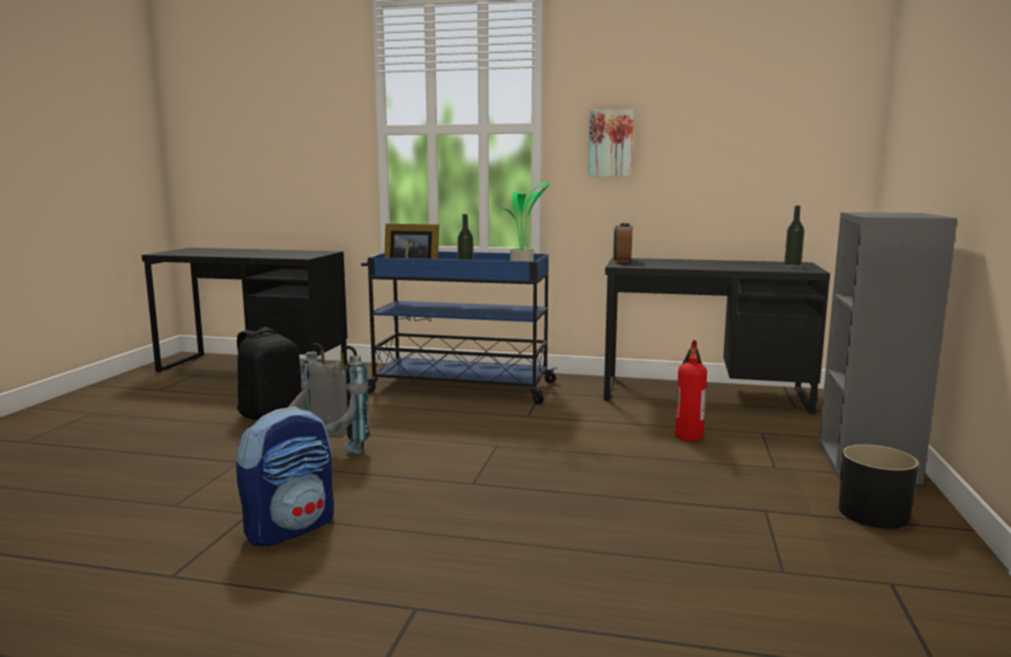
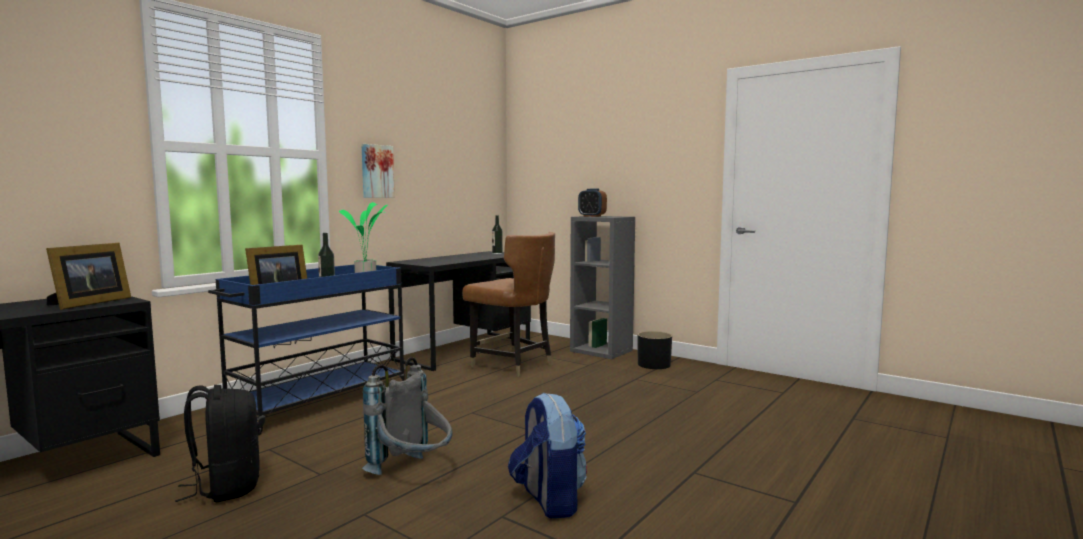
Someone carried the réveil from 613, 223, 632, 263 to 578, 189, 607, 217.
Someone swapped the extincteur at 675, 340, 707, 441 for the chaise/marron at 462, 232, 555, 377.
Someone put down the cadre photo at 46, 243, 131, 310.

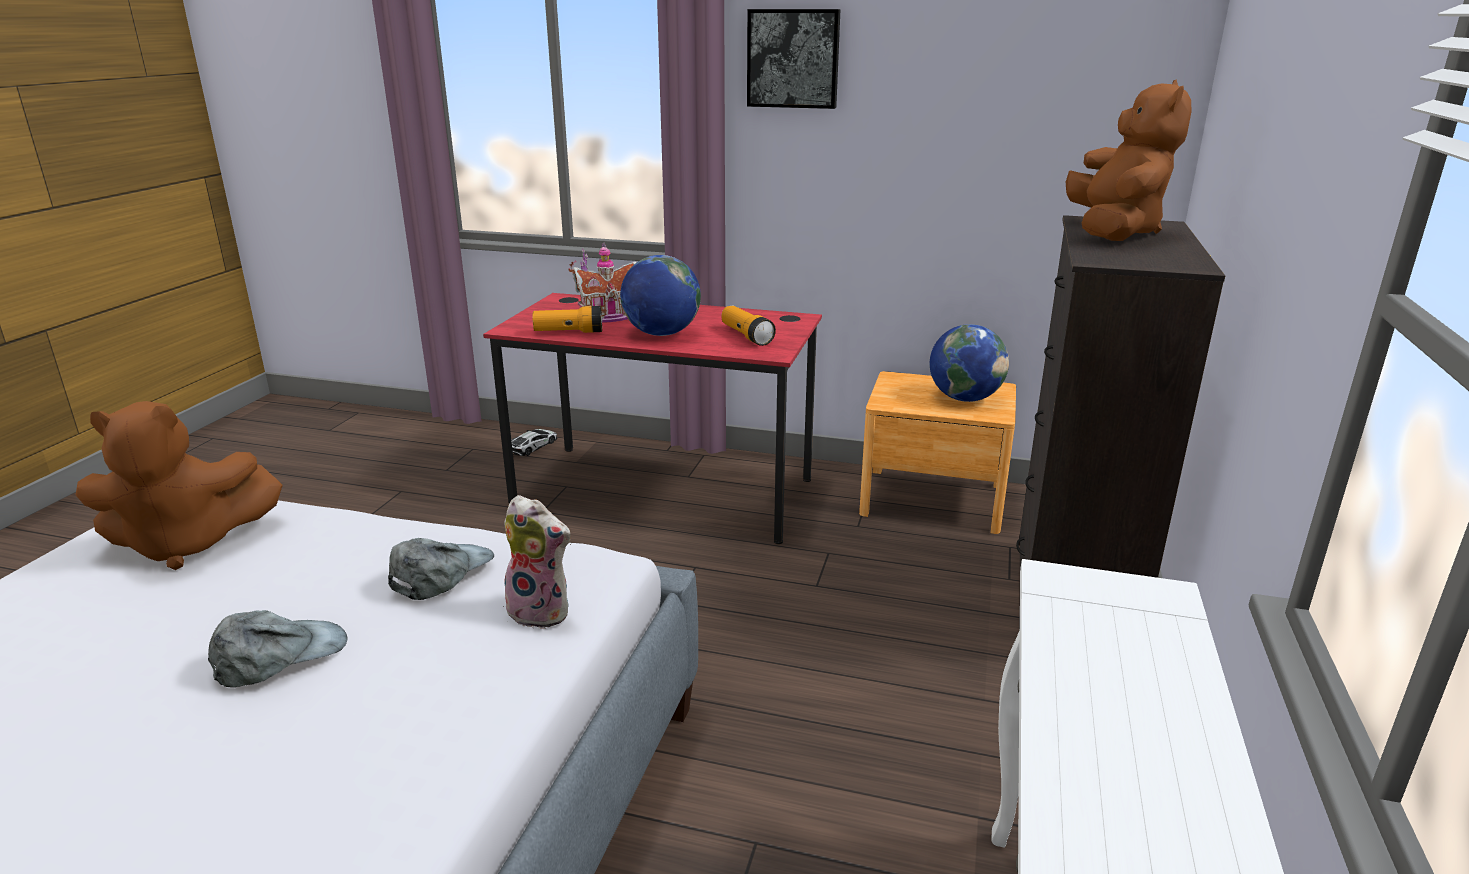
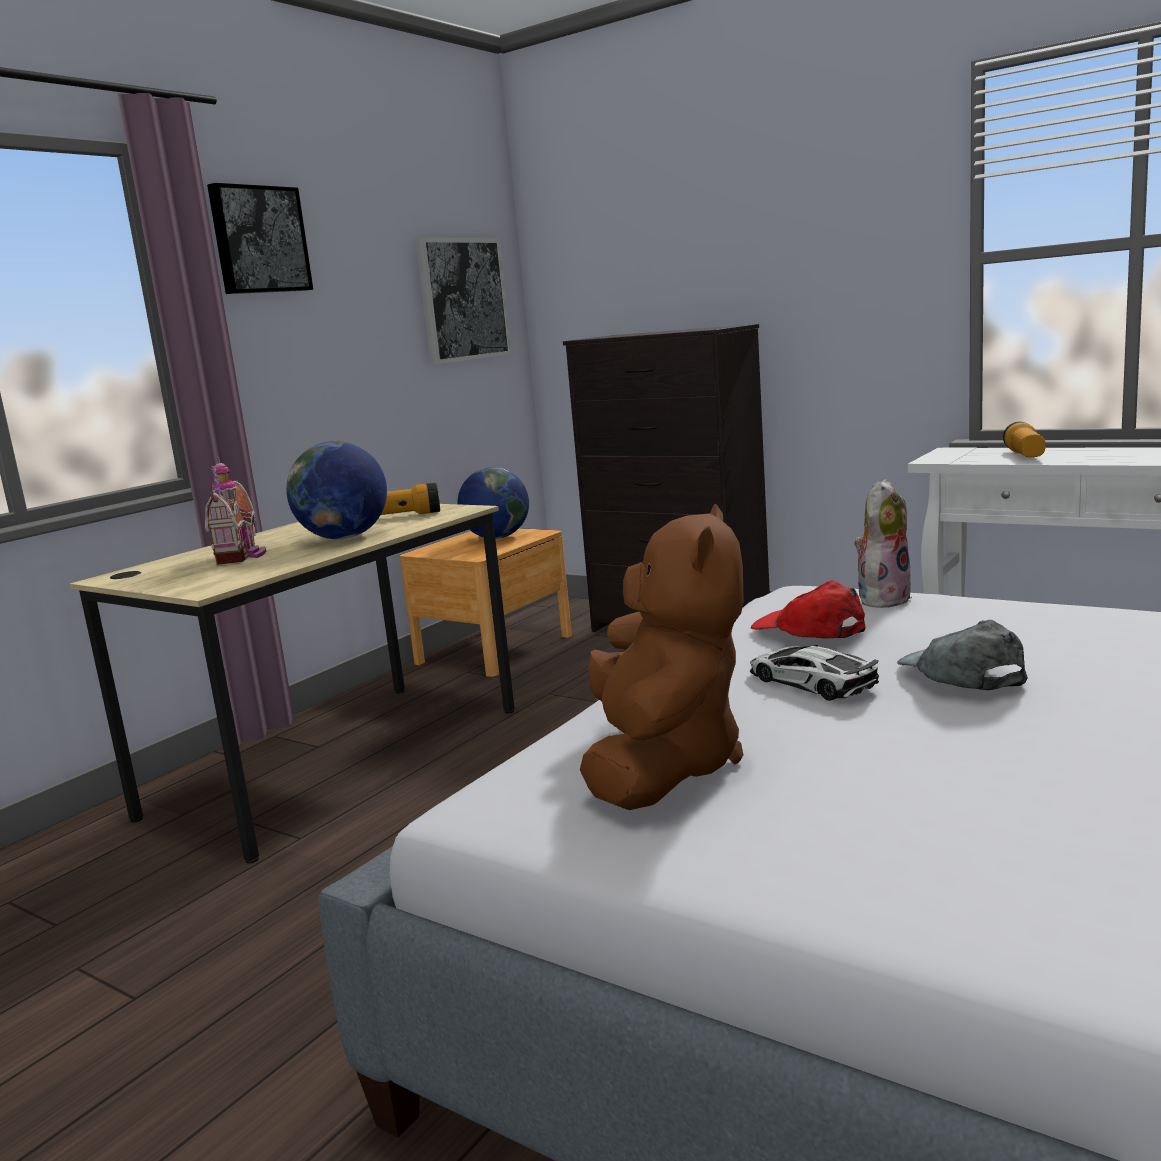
Someone took away the peluche/marron at 1066, 79, 1192, 241.
Someone repainted the bureau/rouge at 483, 293, 822, 544, which became the bureau/beige at 69, 504, 515, 864.
Someone carried the lampe de poche from 532, 306, 602, 333 to 1003, 422, 1046, 457.
Someone carried the petite voiture from 511, 429, 557, 456 to 750, 645, 879, 701.
Someone repainted the casquette/gris at 388, 538, 494, 600, which became the casquette/rouge at 751, 580, 866, 639.
Someone put up the tableau at 415, 237, 512, 364.

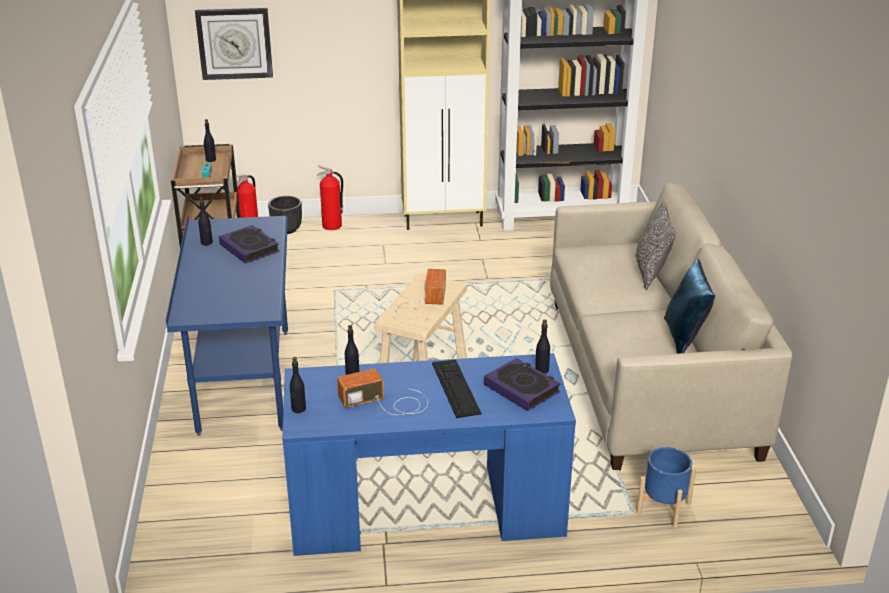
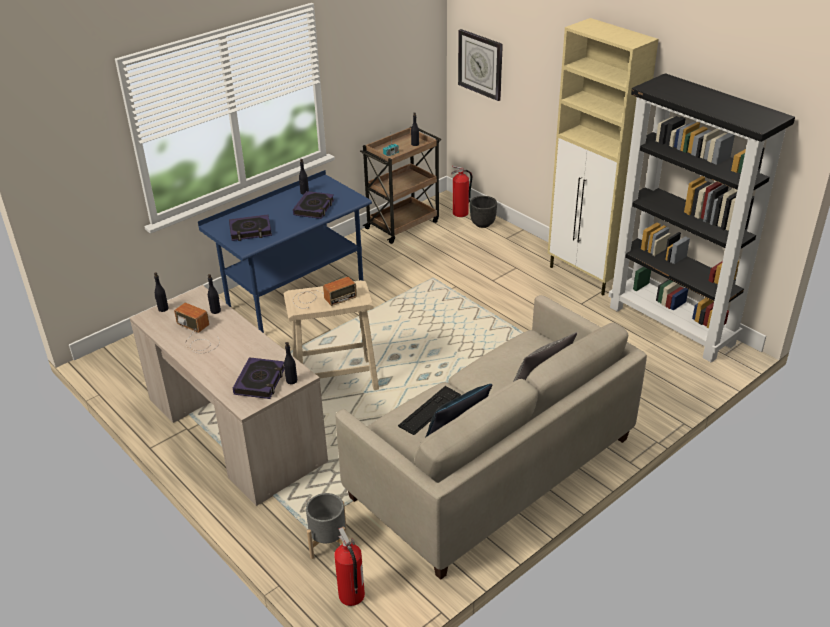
Someone carried the extincteur from 317, 165, 343, 230 to 334, 527, 365, 606.
Someone repainted the bureau/bleu at 282, 353, 576, 556, which became the bureau/beige at 130, 285, 328, 506.
Someone carried the clavier from 432, 360, 482, 418 to 398, 386, 461, 435.
Someone repainted the cache-pot/bleu at 636, 447, 696, 528, which became the cache-pot/gris at 306, 493, 347, 559.
Someone put down the livre at 229, 214, 272, 241.

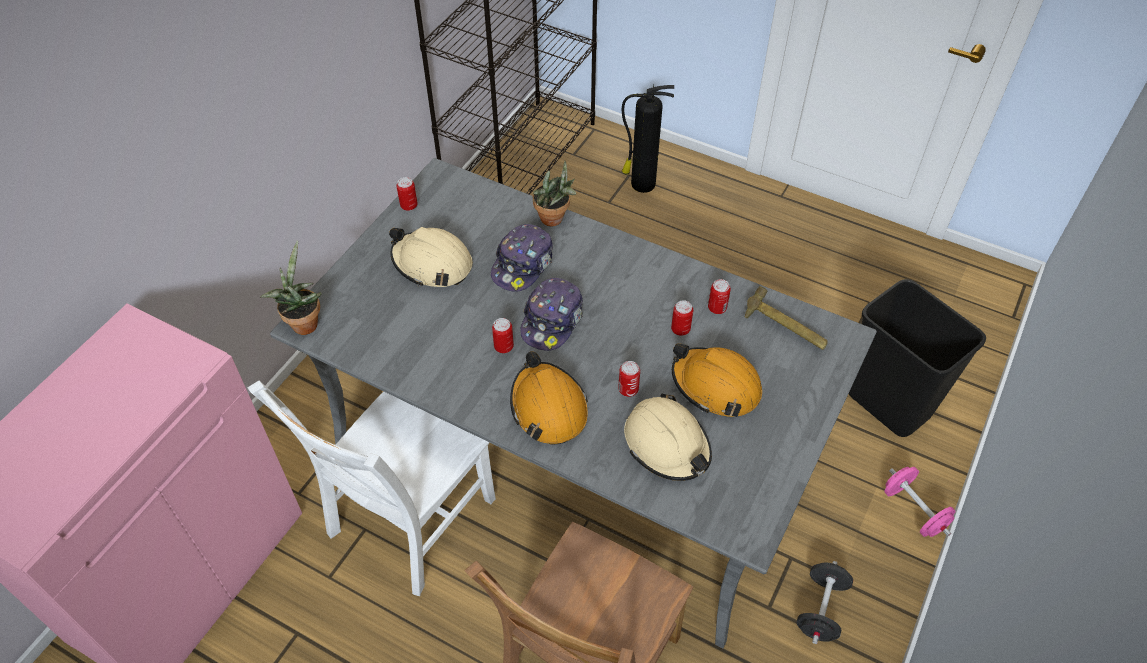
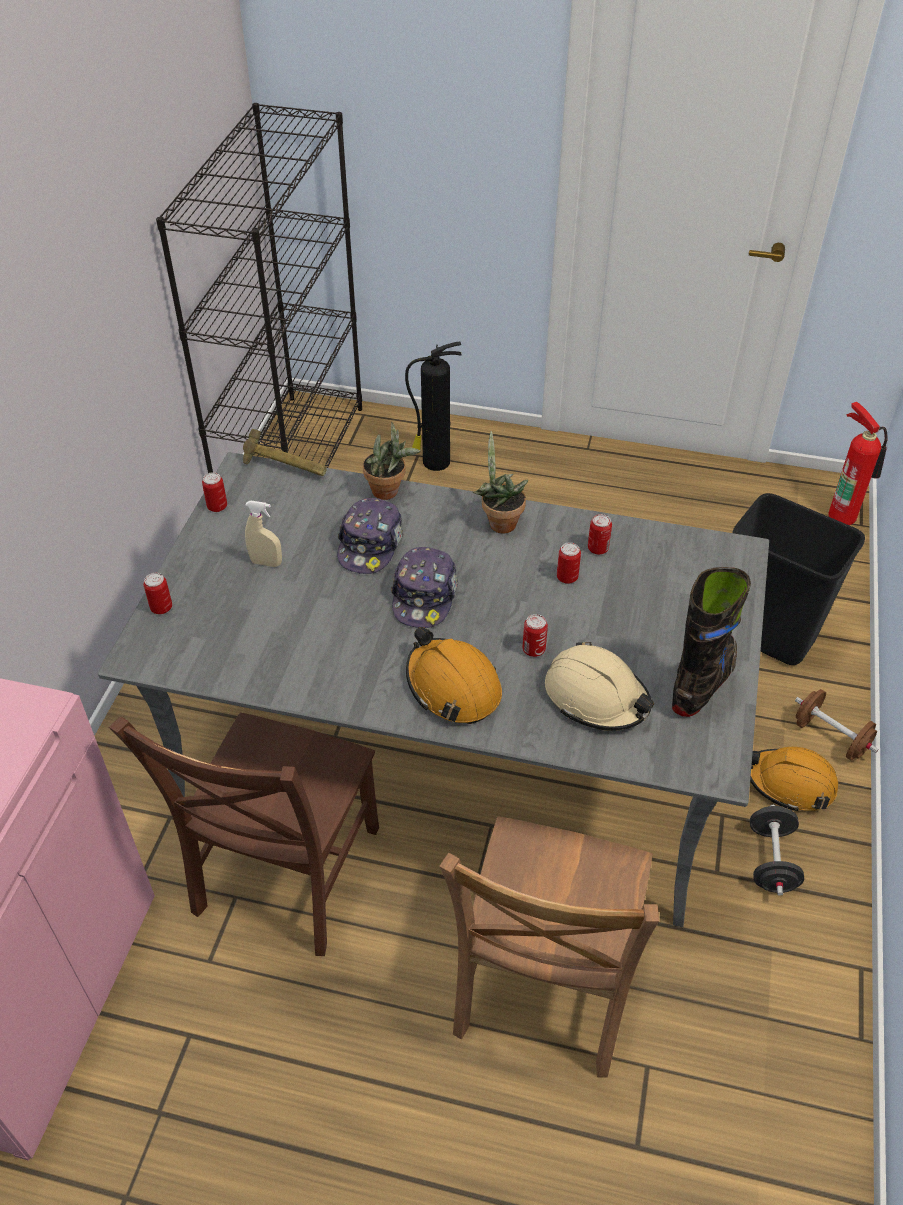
Someone swapped the casque de chantier/beige at 389, 227, 472, 287 for the vaporisateur/beige at 245, 501, 282, 567.
Someone carried the plante en pot from 260, 240, 322, 335 to 473, 431, 528, 533.
Someone carried the marteau from 745, 286, 828, 350 to 243, 429, 326, 476.
Someone carried the boîte métallique from 492, 318, 514, 353 to 143, 573, 172, 614.
Someone carried the casque de chantier/orange from 672, 343, 762, 417 to 750, 747, 838, 811.
Someone repainted the chaise/blanc at 247, 381, 496, 596, which became the chaise/marron at 109, 713, 379, 956.
Someone repainted the haltère/rose at 884, 467, 955, 537, which became the haltère/marron at 795, 689, 879, 760.
Someone put down the extincteur at 828, 402, 888, 525.
Someone put down the botte/noir at 672, 567, 751, 717.

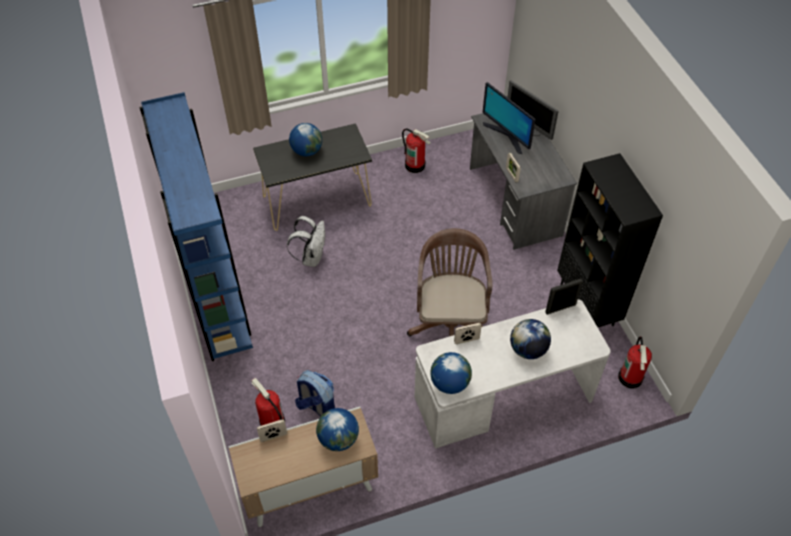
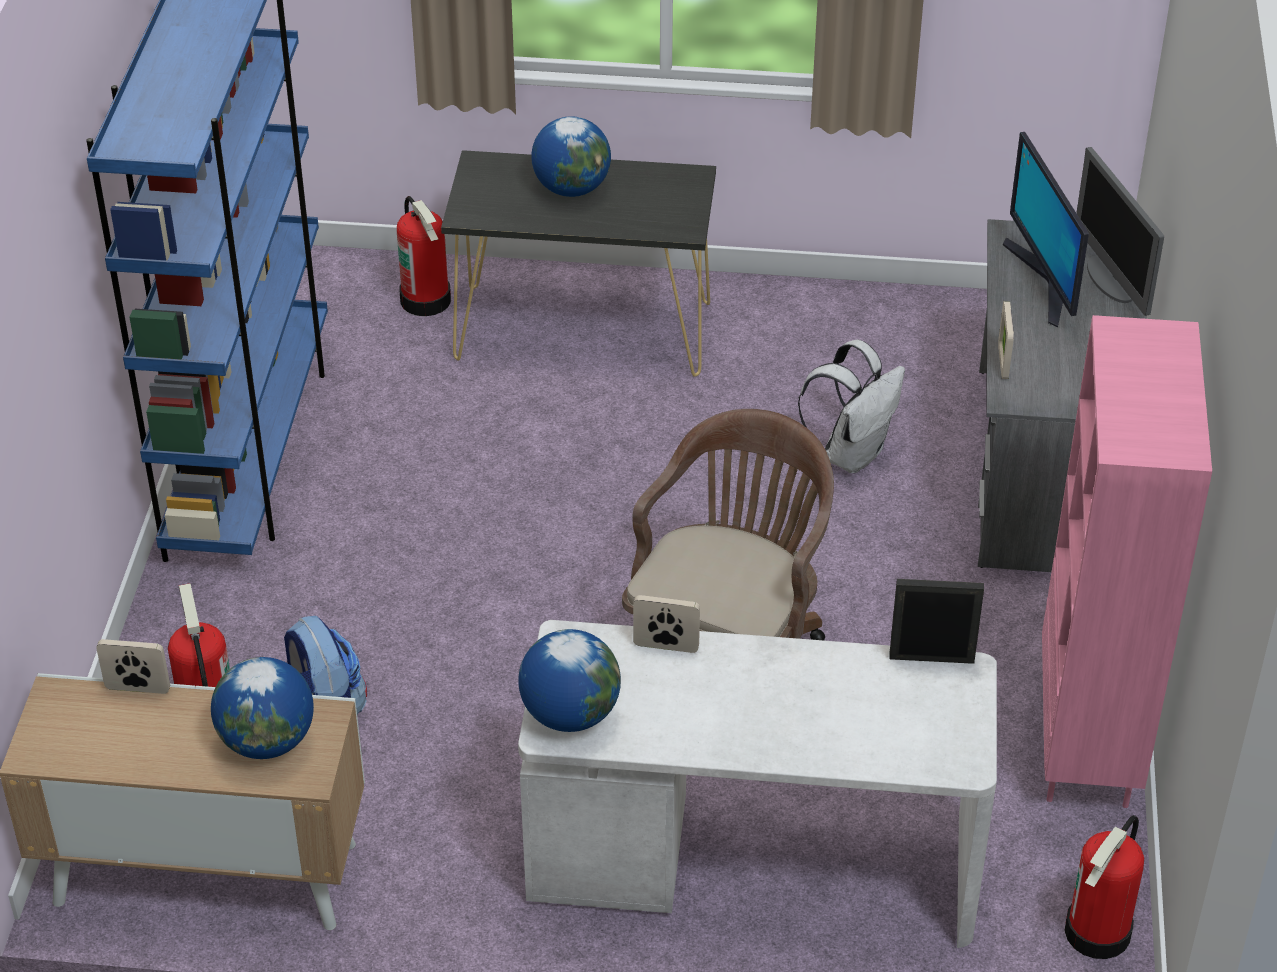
Someone carried the extincteur from 402, 128, 431, 173 to 397, 196, 451, 316.
Someone repainted the bibliothèque/noir at 557, 153, 663, 327, which became the bibliothèque/rose at 1042, 315, 1212, 808.
Someone carried the sac à dos/blanc from 287, 216, 325, 267 to 798, 340, 905, 473.
Someone took away the globe at 510, 319, 551, 359.

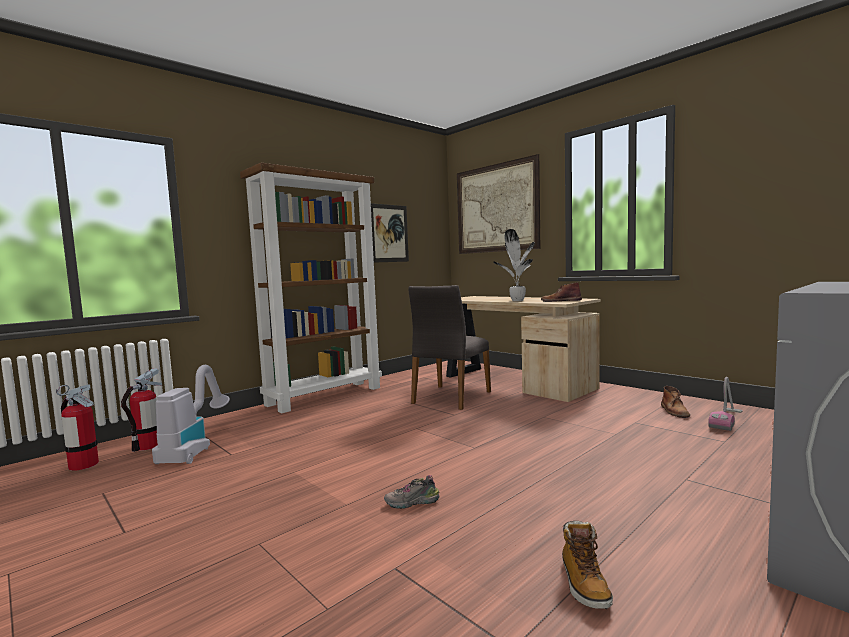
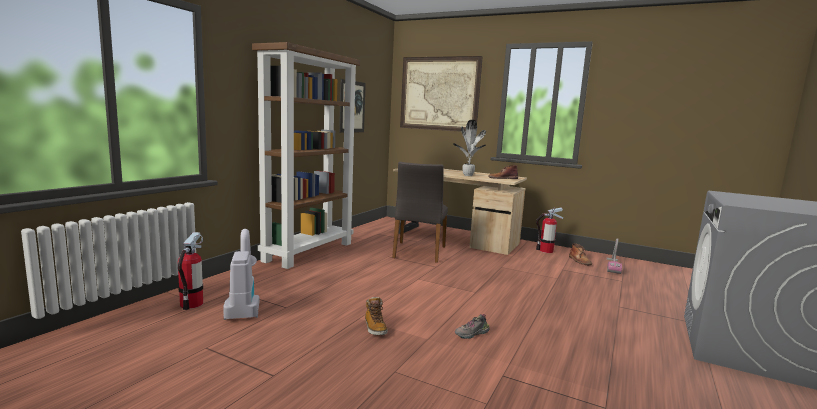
Someone carried the extincteur from 56, 385, 99, 471 to 536, 207, 563, 253.
Someone carried the botte from 562, 521, 613, 609 to 365, 297, 388, 335.

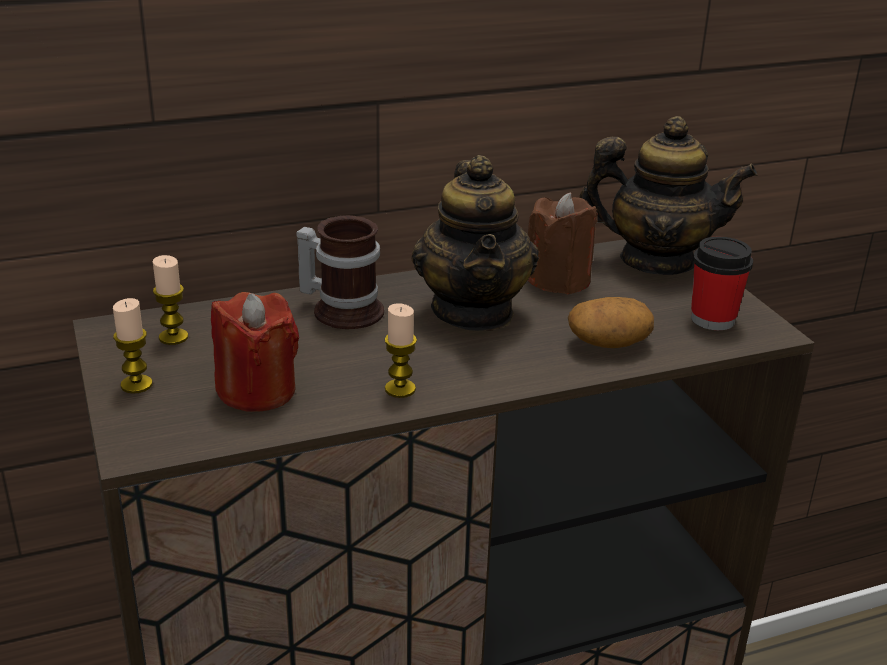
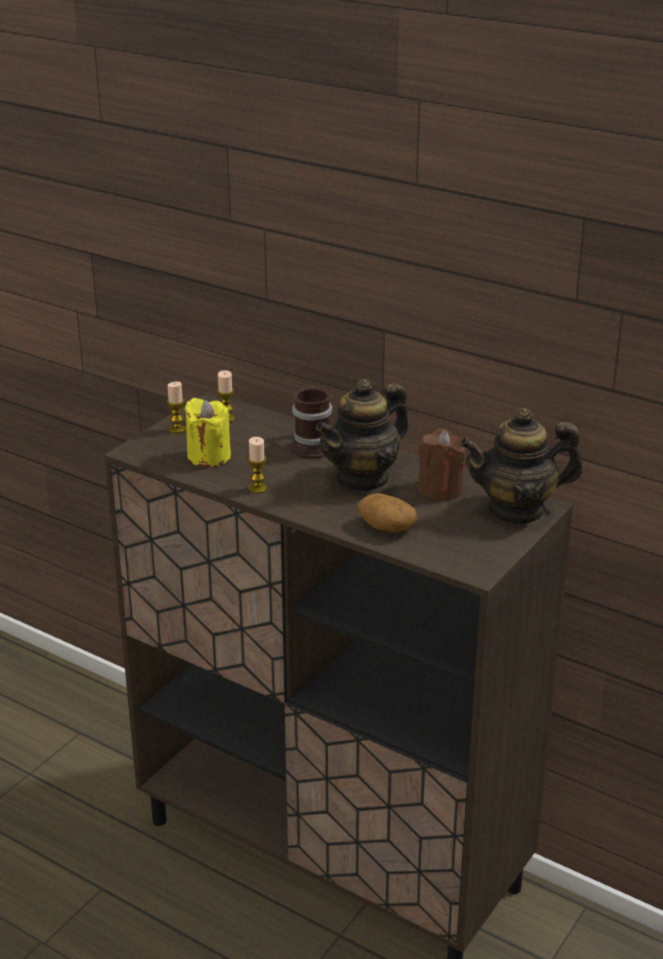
Someone rotated the théière at 579, 116, 758, 275 by 105 degrees clockwise.
Someone took away the tasse at 691, 237, 753, 330.
Someone repainted the bougie/rouge at 211, 292, 299, 412, which became the bougie/jaune at 185, 398, 231, 467.

